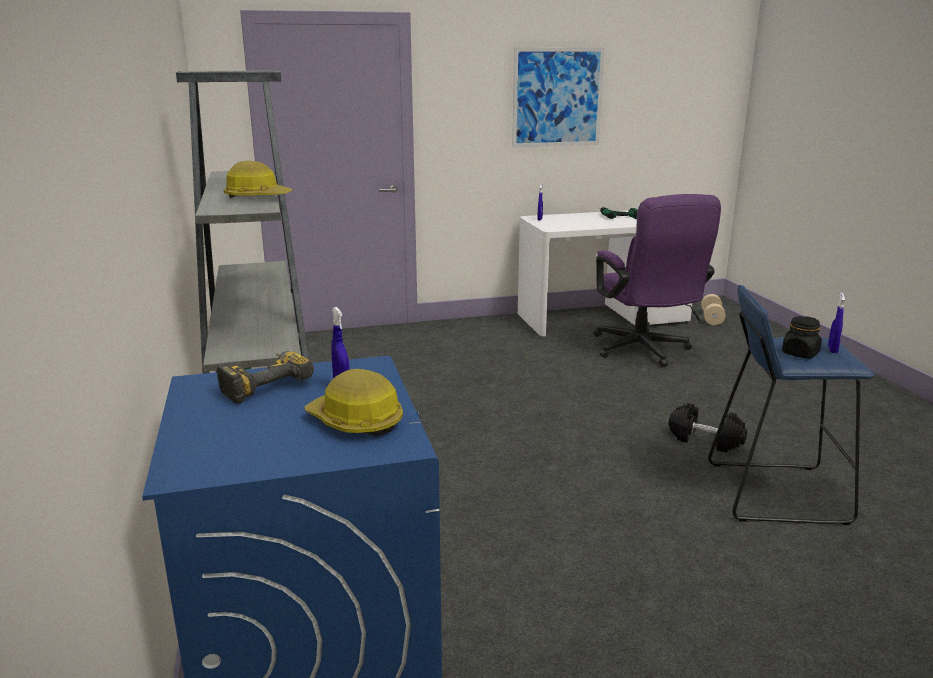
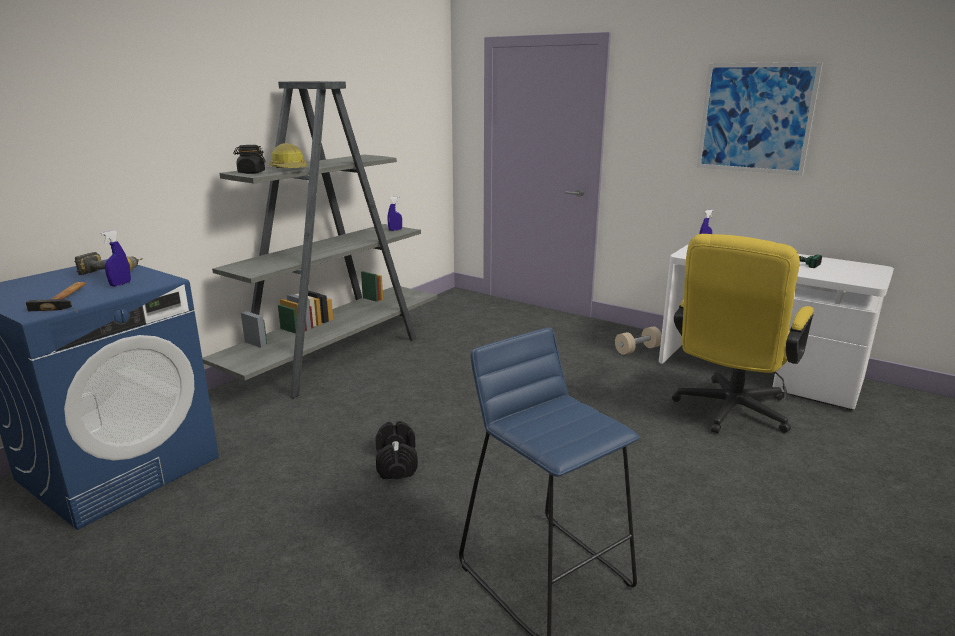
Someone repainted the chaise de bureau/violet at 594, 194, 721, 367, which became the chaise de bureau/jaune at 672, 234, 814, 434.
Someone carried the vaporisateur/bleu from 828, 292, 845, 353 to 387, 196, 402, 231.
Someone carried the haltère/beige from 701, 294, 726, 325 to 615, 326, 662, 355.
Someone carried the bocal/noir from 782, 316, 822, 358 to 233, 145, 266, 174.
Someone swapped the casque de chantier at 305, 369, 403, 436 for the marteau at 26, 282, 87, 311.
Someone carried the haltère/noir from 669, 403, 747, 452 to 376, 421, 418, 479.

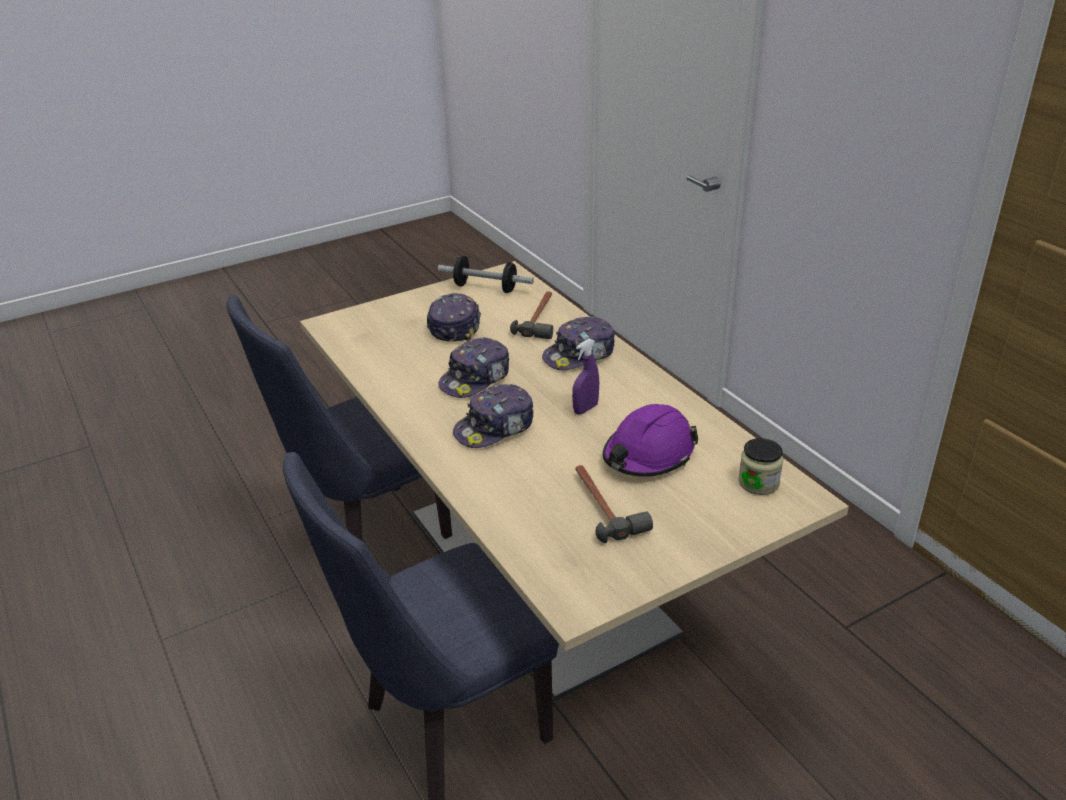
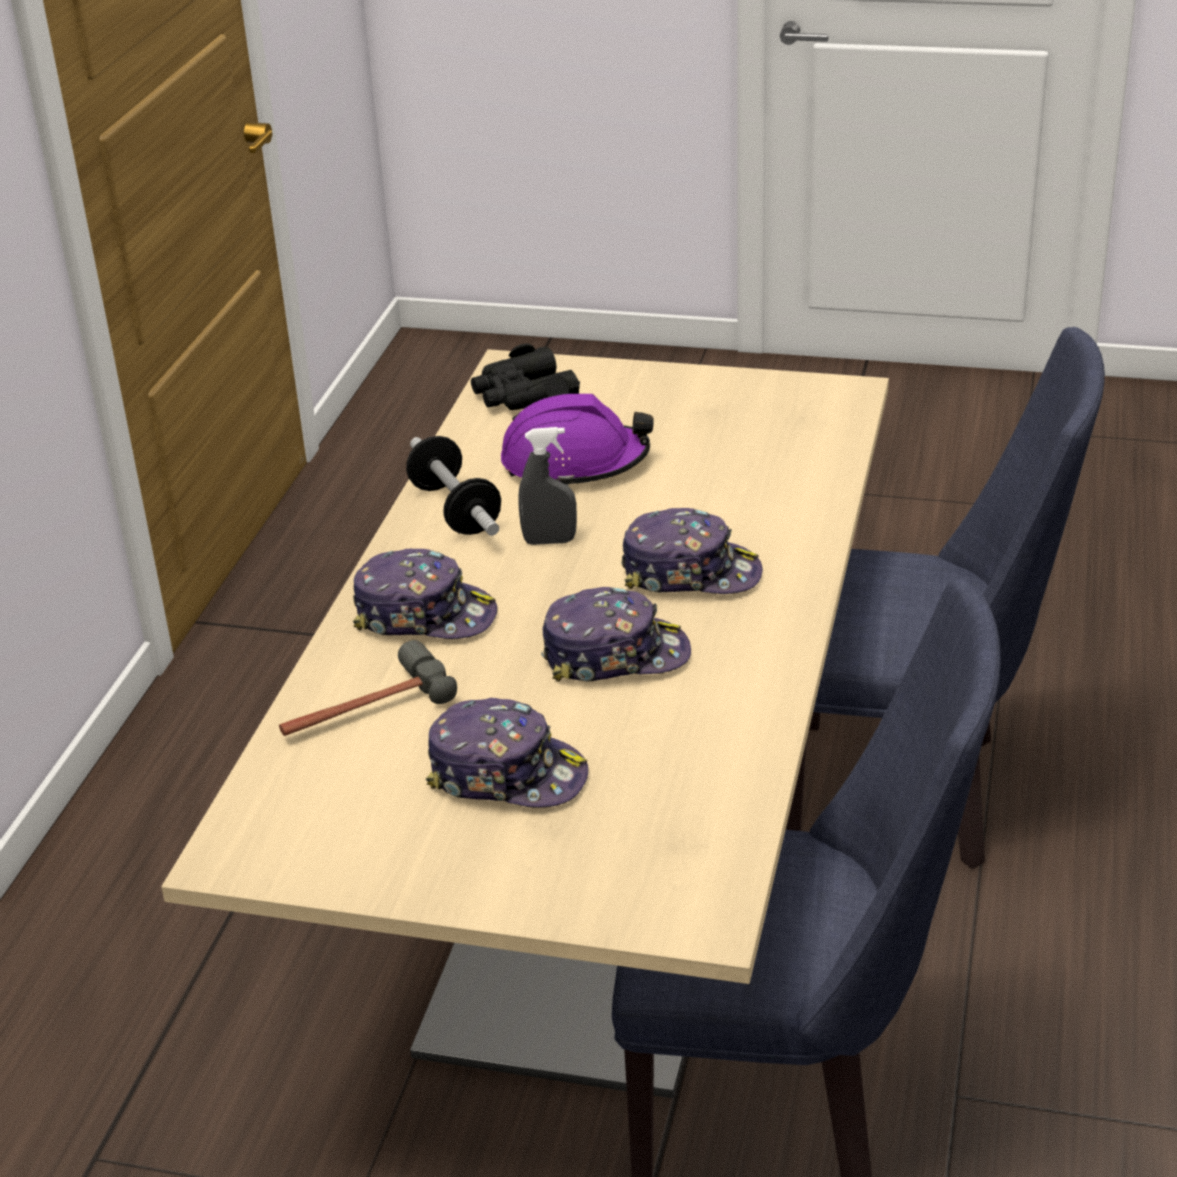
Someone carried the haltère from 438, 256, 534, 293 to 406, 436, 501, 536.
Someone rotated the casquette at 427, 293, 481, 342 by 120 degrees counterclockwise.
Someone repainted the vaporisateur/violet at 572, 338, 599, 415, which became the vaporisateur/gris at 518, 427, 577, 545.
Someone swapped the bocal at 738, 438, 783, 495 for the jumelles/noir at 471, 343, 580, 410.
Someone took away the marteau at 575, 465, 653, 543.

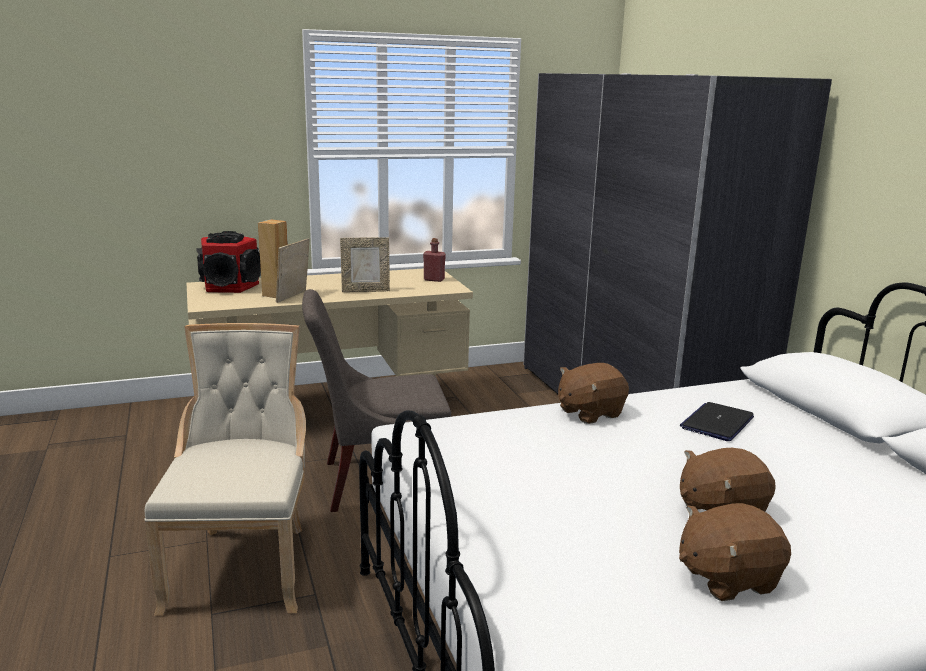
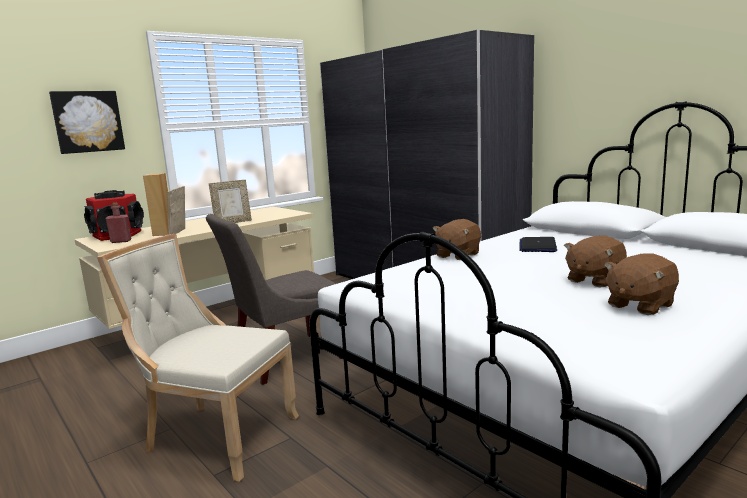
Someone carried the bouteille/rouge from 423, 238, 446, 282 to 105, 203, 131, 243.
Someone rotated the chaise/beige at 144, 323, 306, 616 by 45 degrees counterclockwise.
Someone put up the tableau at 49, 91, 125, 154.

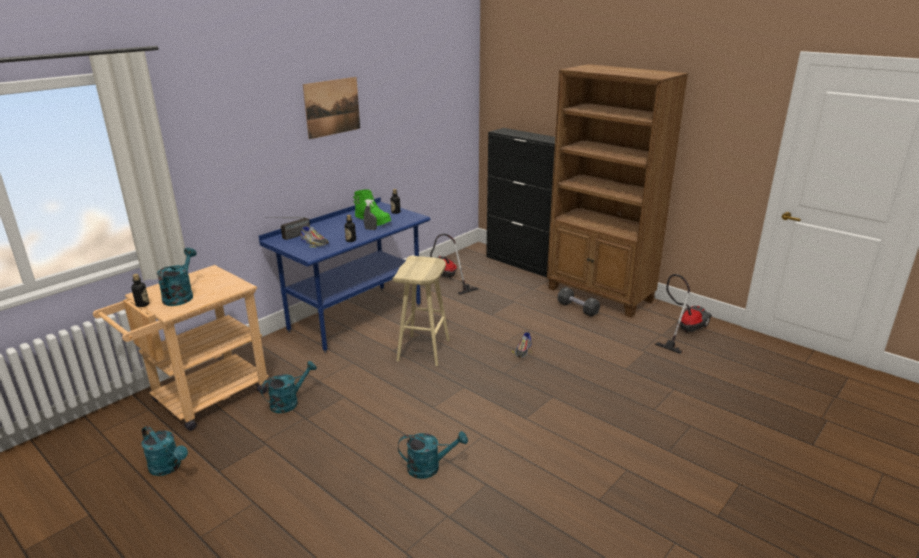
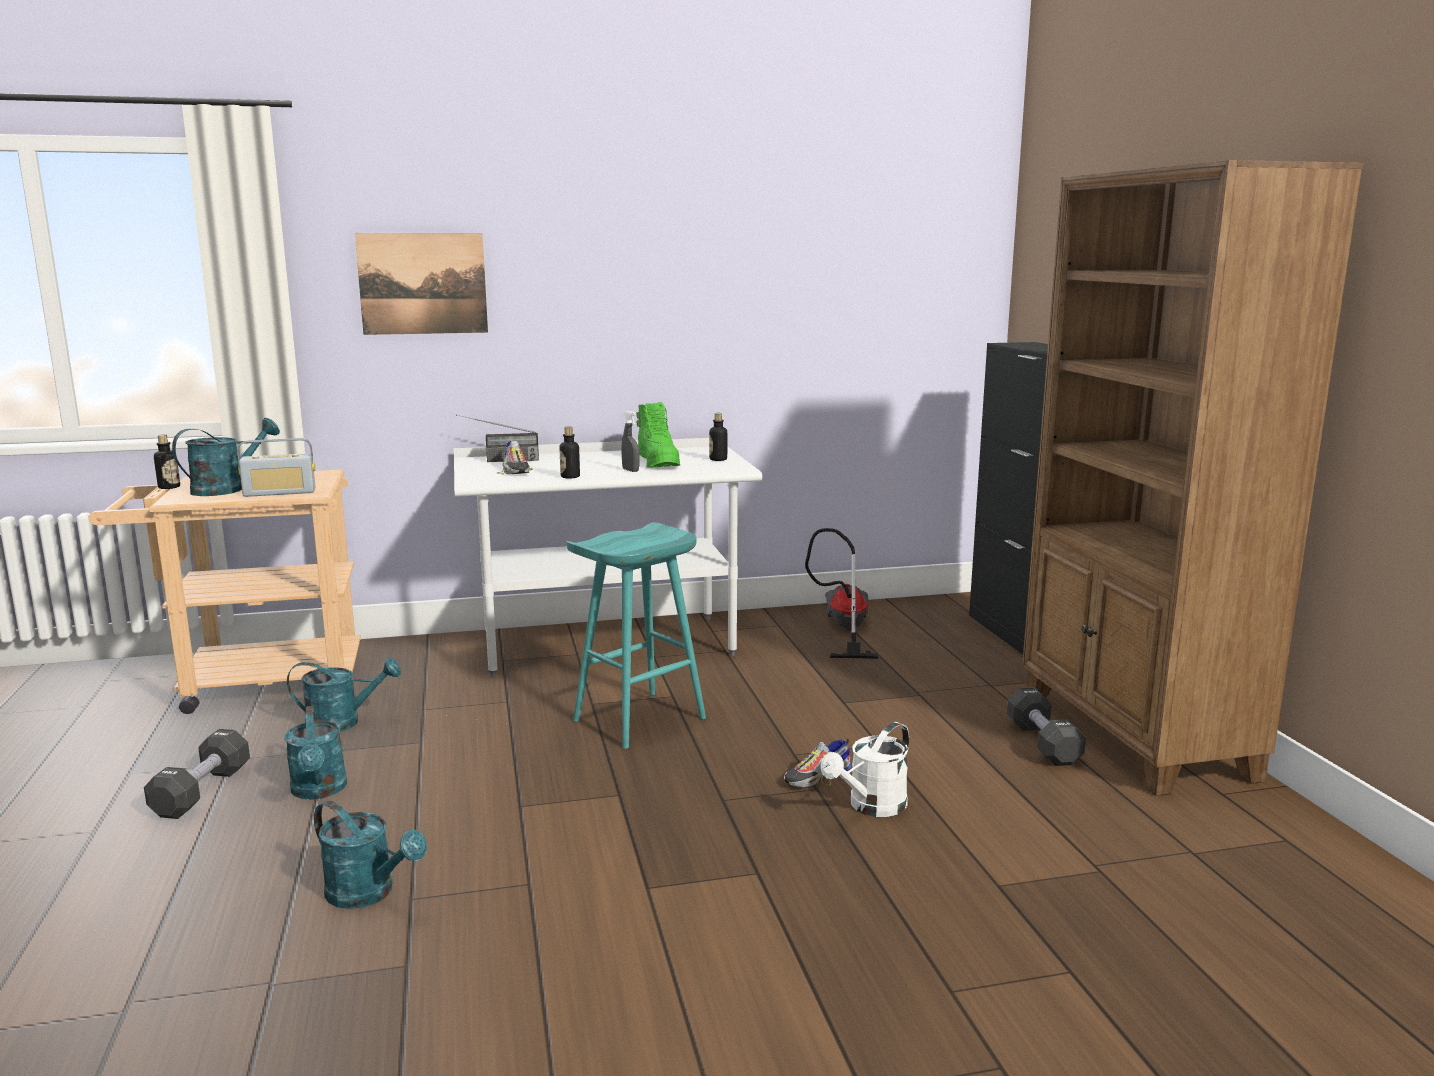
Someone carried the tableau from 303, 77, 360, 139 to 355, 233, 488, 335.
Someone repainted the bureau/bleu at 259, 197, 430, 353, which became the bureau/blanc at 453, 438, 762, 677.
Someone repainted the tabouret/beige at 392, 256, 450, 366, which became the tabouret/turquoise at 567, 522, 706, 749.
Someone took away the aspirateur at 655, 274, 712, 354.
Someone carried the arrosoir/turquoise from 141, 426, 188, 476 to 285, 706, 347, 800.
Someone put down the radio at 237, 438, 316, 497.
Someone put down the arrosoir/blanc at 821, 722, 909, 817.
Someone put down the haltère/noir at 144, 729, 250, 819.

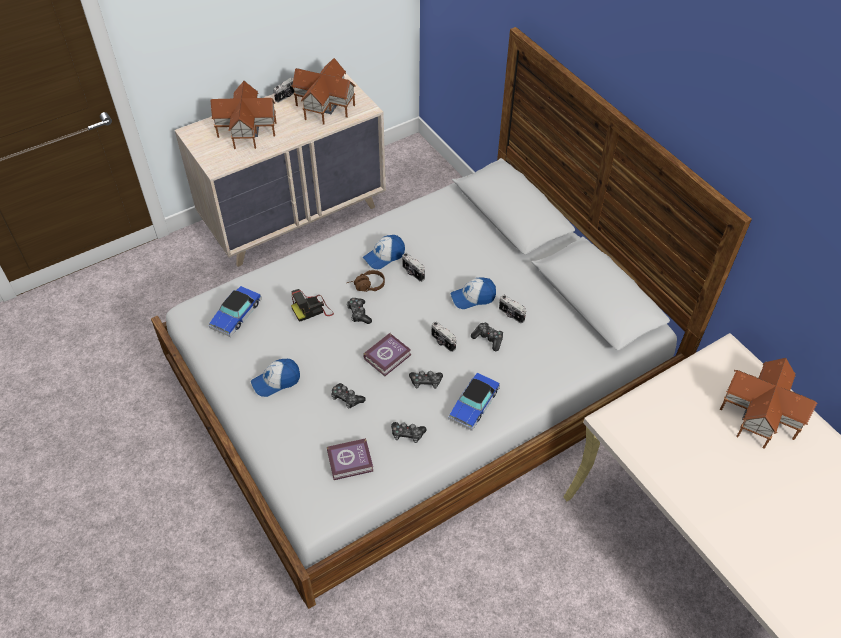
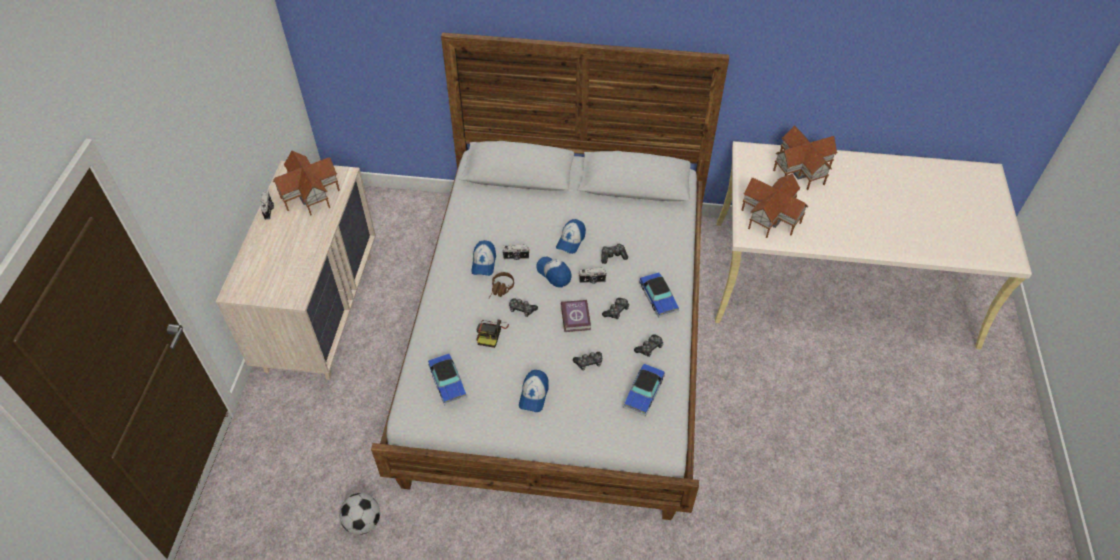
Someone carried the maison miniature from 210, 81, 277, 149 to 741, 174, 808, 238.
Someone took away the appareil photo at 499, 295, 526, 323.
Someone swapped the livre at 327, 438, 373, 480 for the petite voiture at 623, 364, 665, 417.
Someone put down the casquette at 536, 256, 572, 287.
Someone put down the ballon de foot at 339, 493, 380, 535.

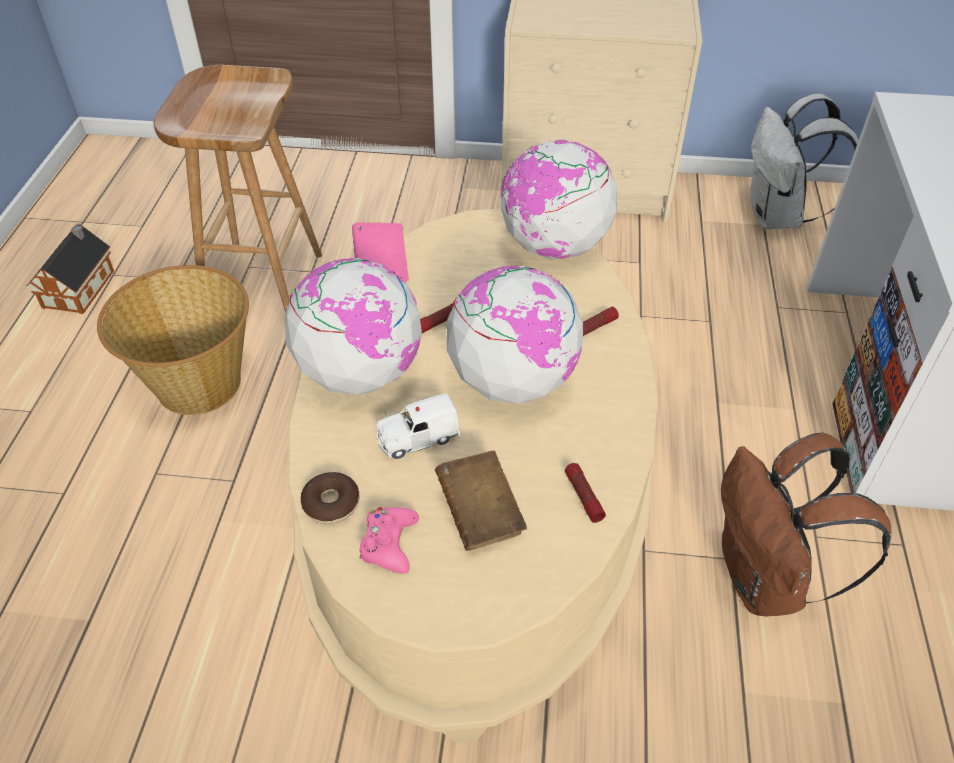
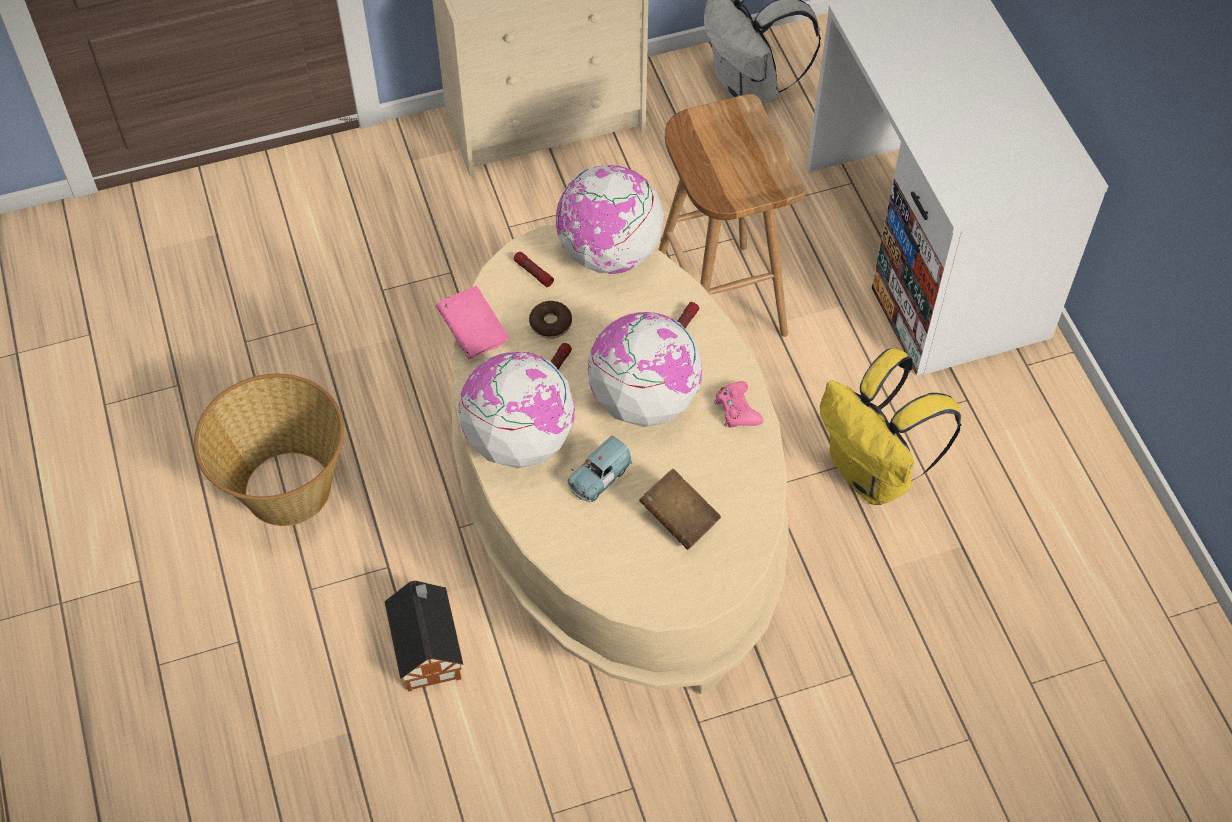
Someone carried the tabouret/marron from 153, 65, 322, 313 to 658, 94, 806, 337.
Someone carried the maison miniature from 27, 224, 114, 314 to 384, 580, 464, 692.
Someone repainted the petite voiture/blanc at 376, 393, 460, 459, which became the petite voiture/bleu at 568, 436, 632, 502.
Someone repainted the sac à dos/marron at 721, 433, 892, 616, which became the sac à dos/jaune at 820, 349, 962, 505.
Someone carried the lampe de poche from 565, 463, 606, 523 to 514, 252, 554, 287.
Someone carried the beignet from 301, 472, 360, 524 to 529, 301, 572, 339.
Someone carried the manette/rose from 360, 507, 419, 573 to 714, 381, 763, 427.

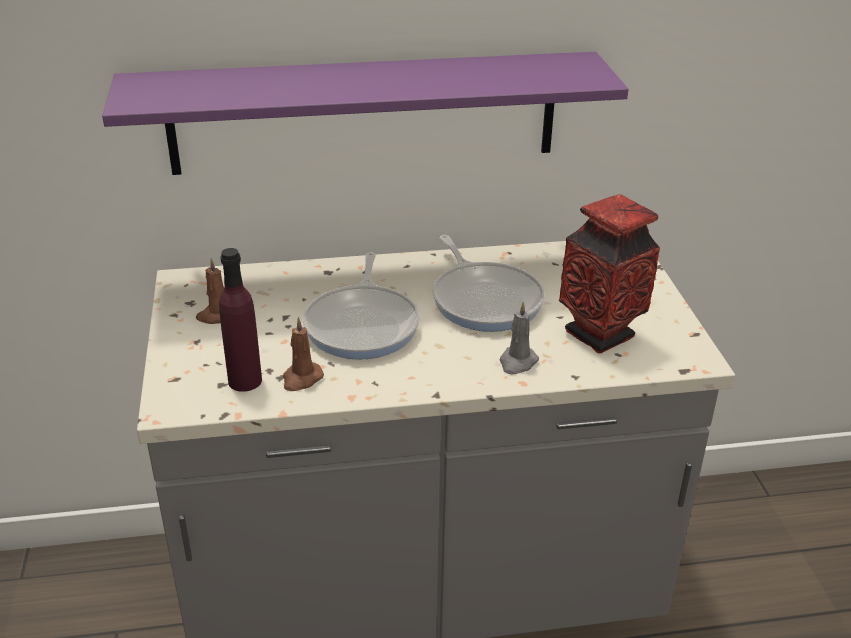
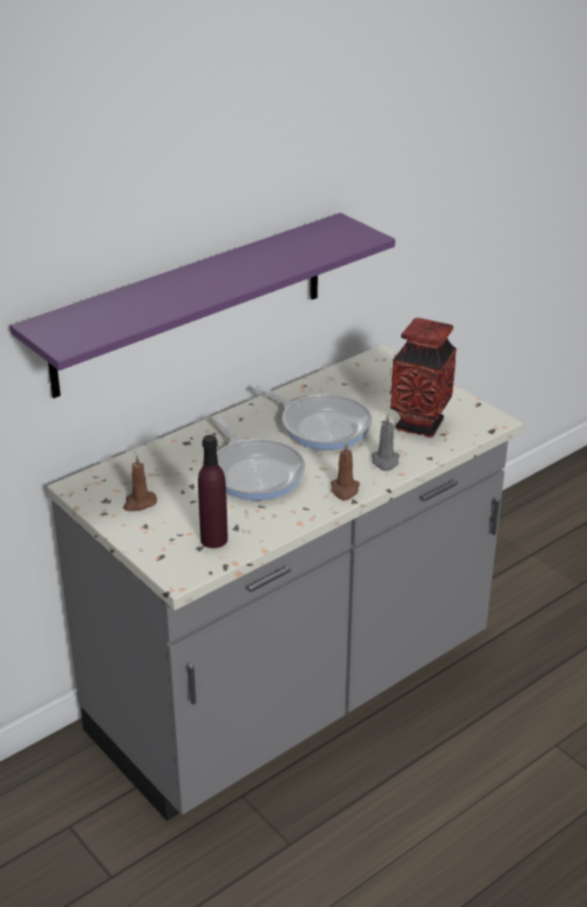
Someone carried the bougie/marron from 283, 317, 324, 391 to 331, 442, 360, 500.

